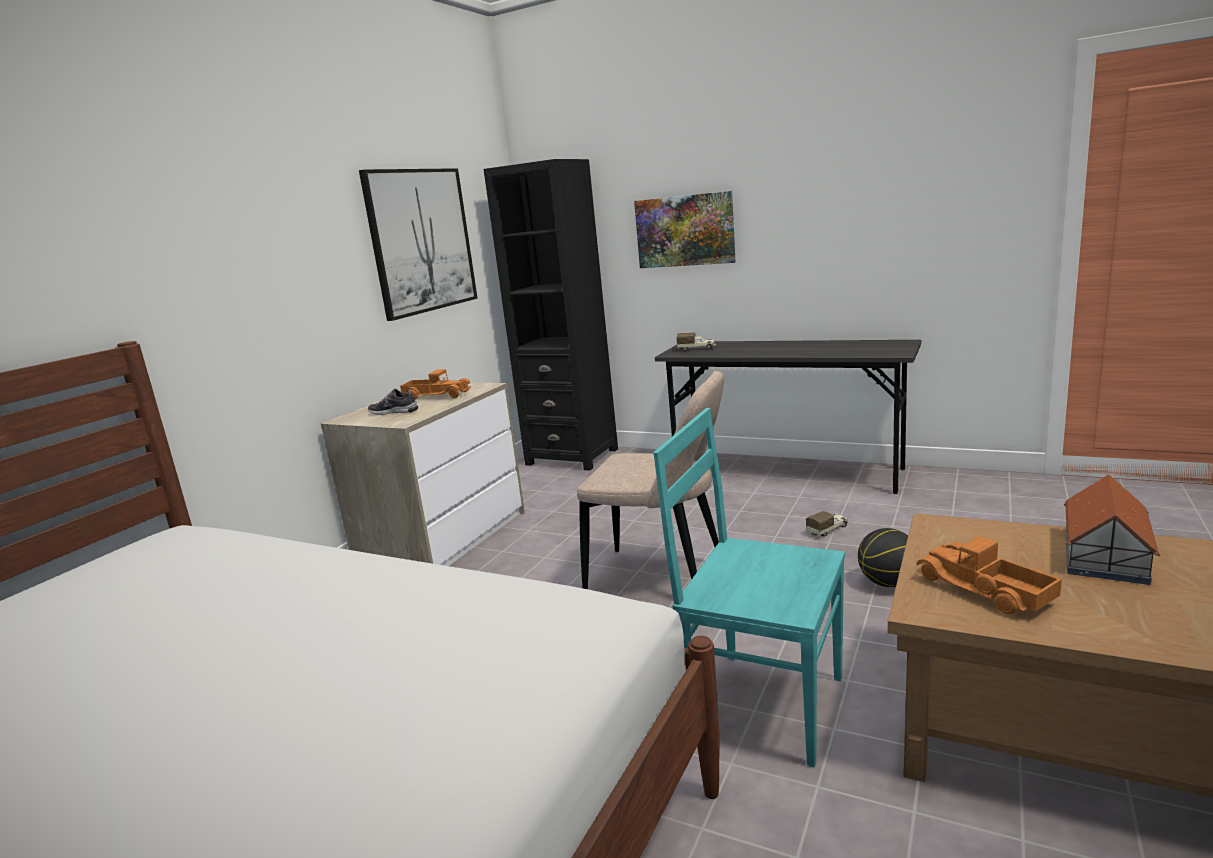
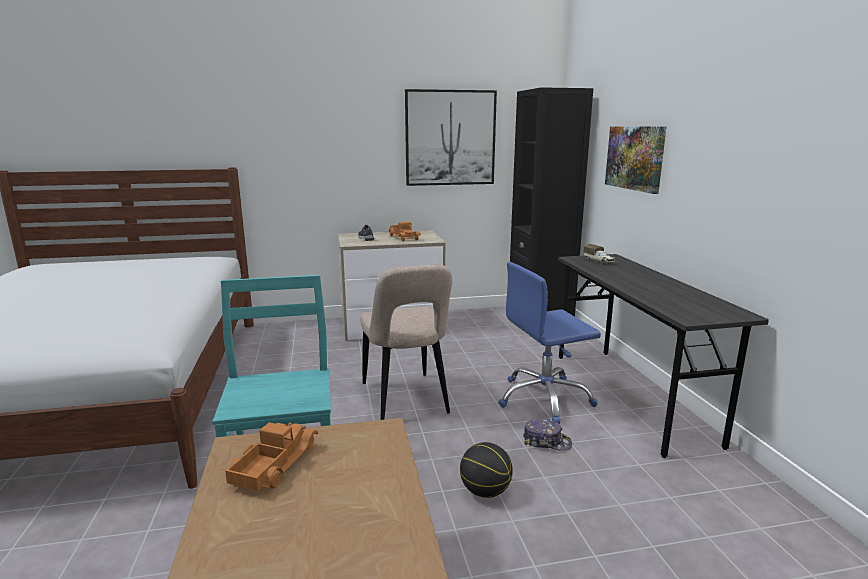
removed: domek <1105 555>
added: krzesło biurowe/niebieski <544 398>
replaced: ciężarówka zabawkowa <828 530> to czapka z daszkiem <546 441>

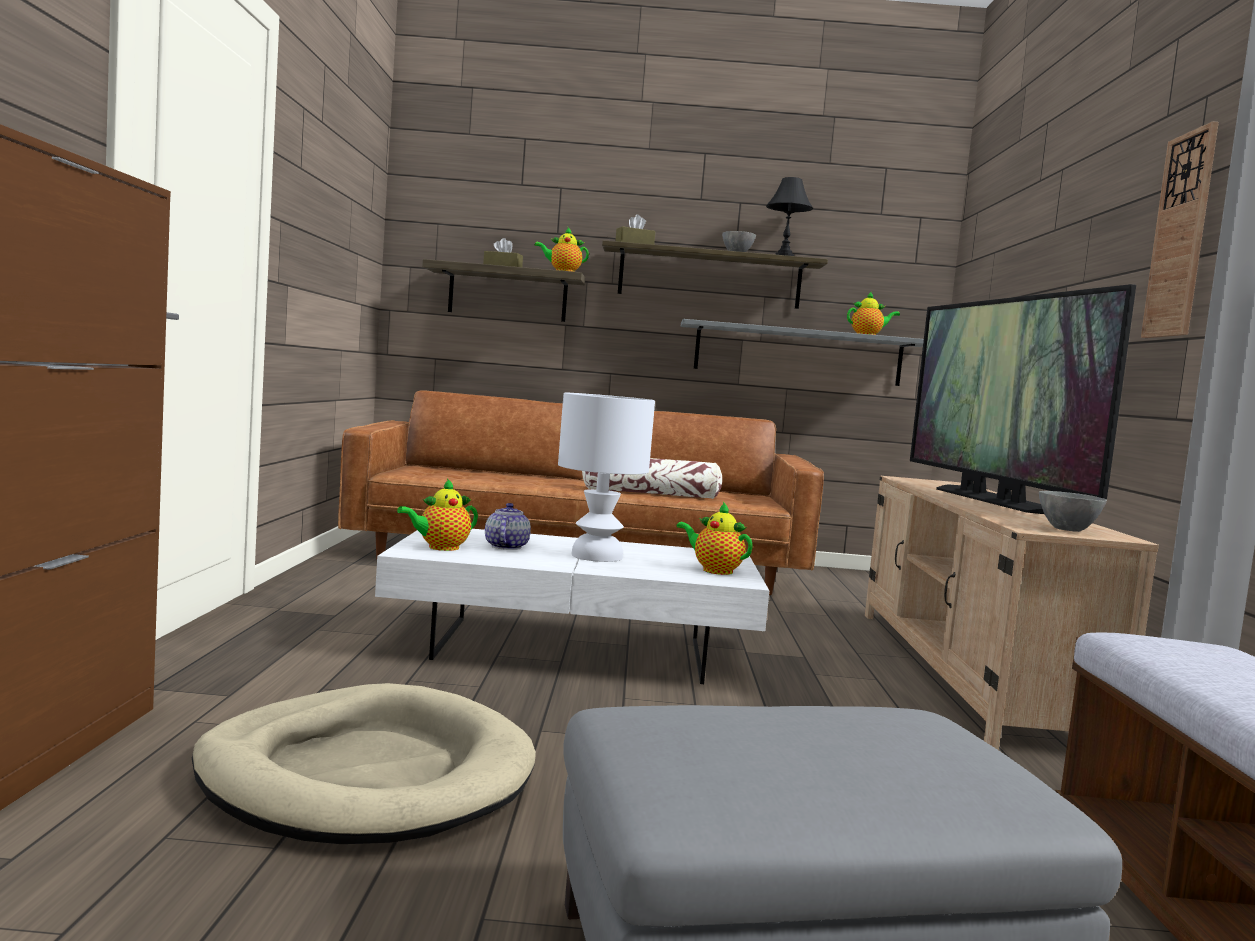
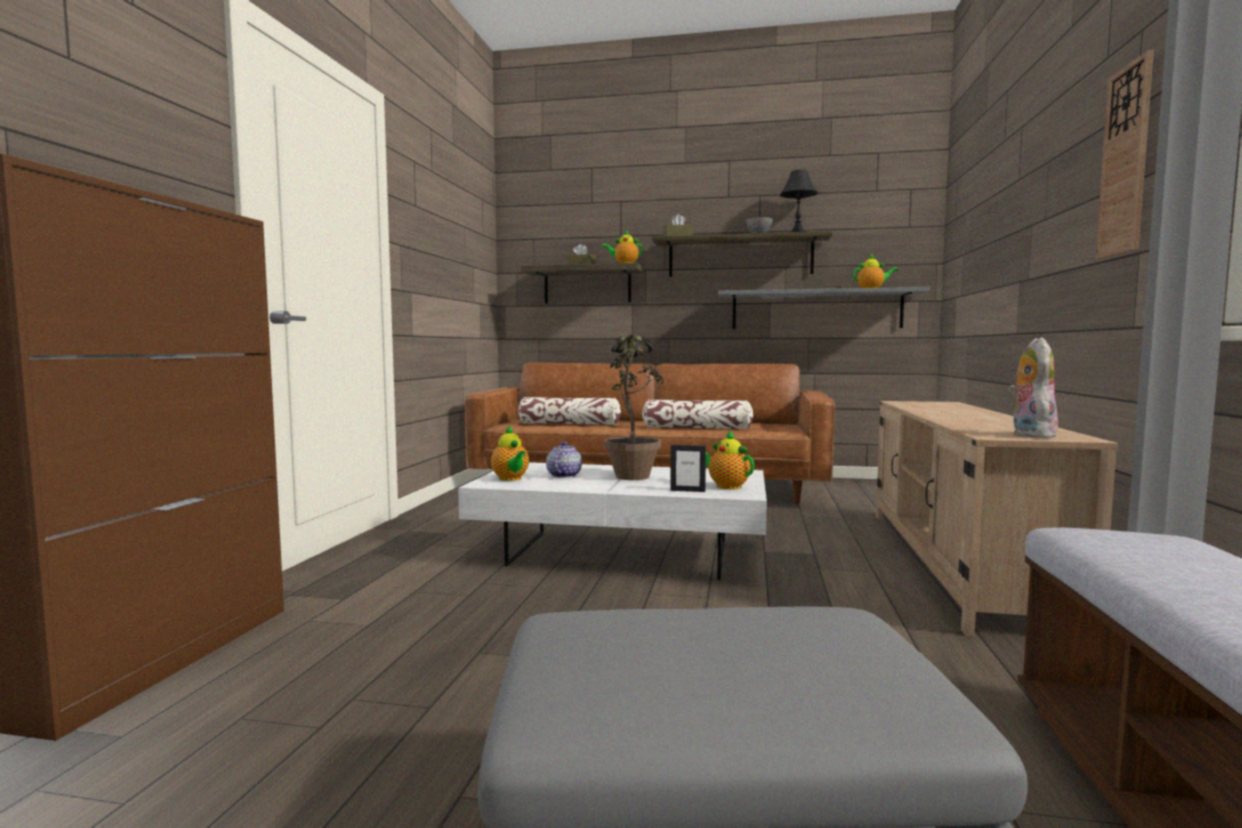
removed: legowisko/beżowy <367 775>; telewizor <992 500>
added: poduszka <569 424>; ramka na zdjęcie <687 490>
replaced: lampa stołowa/biały <595 556> to roślina doniczkowa <632 479>; miska/szary <1068 530> to pluszak <1029 435>
turned: imbryk <440 548> = <511 479> 90 degrees counterclockwise

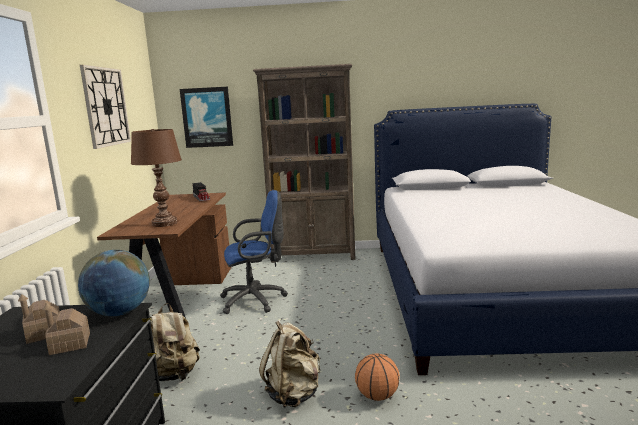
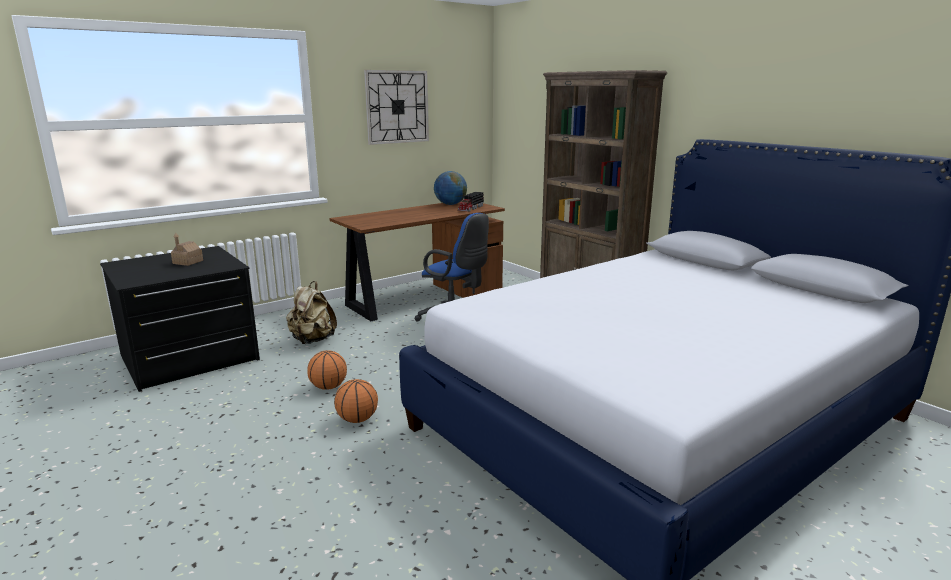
removed: domek <70 344>; lampa stołowa/brązowy <164 223>; obraz <207 117>
moved: globus <119 313> to <450 204>
replaced: plecak/beżowy <294 394> to piłka do koszykówki <328 387>

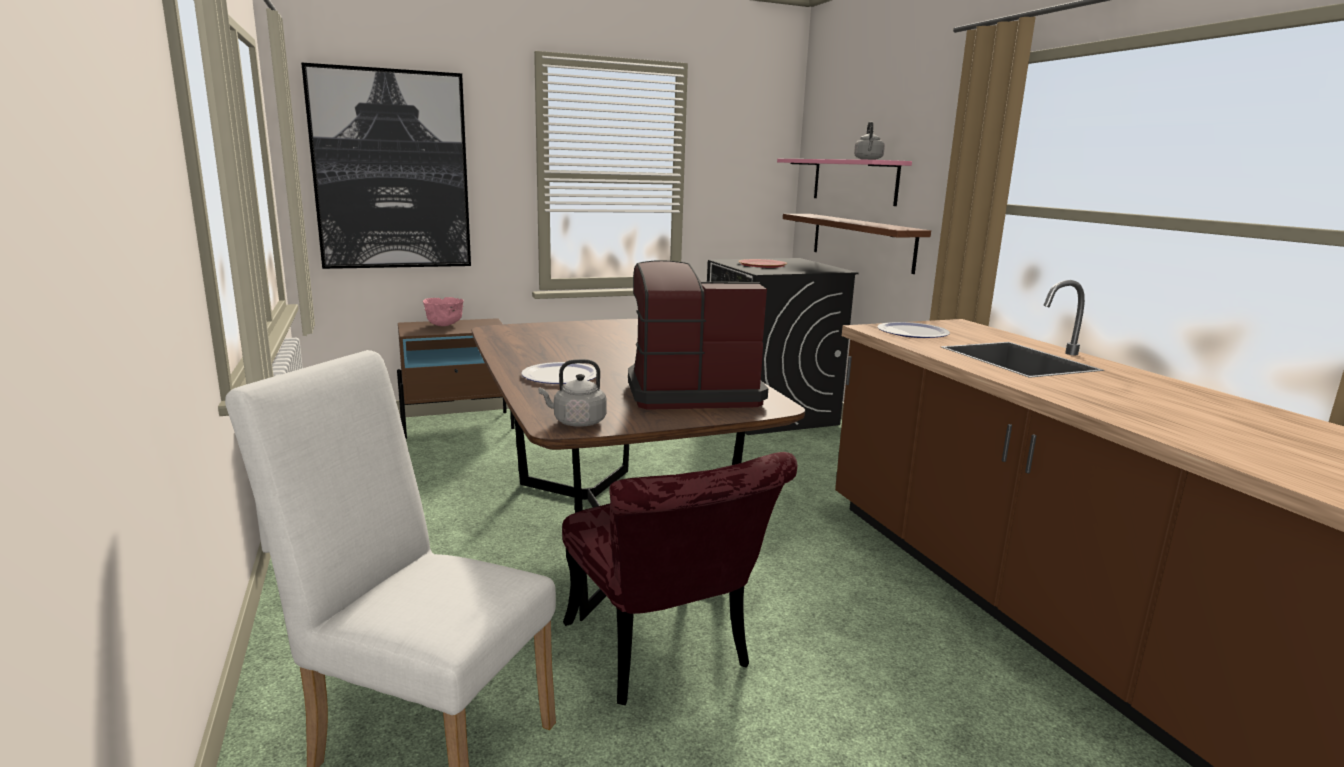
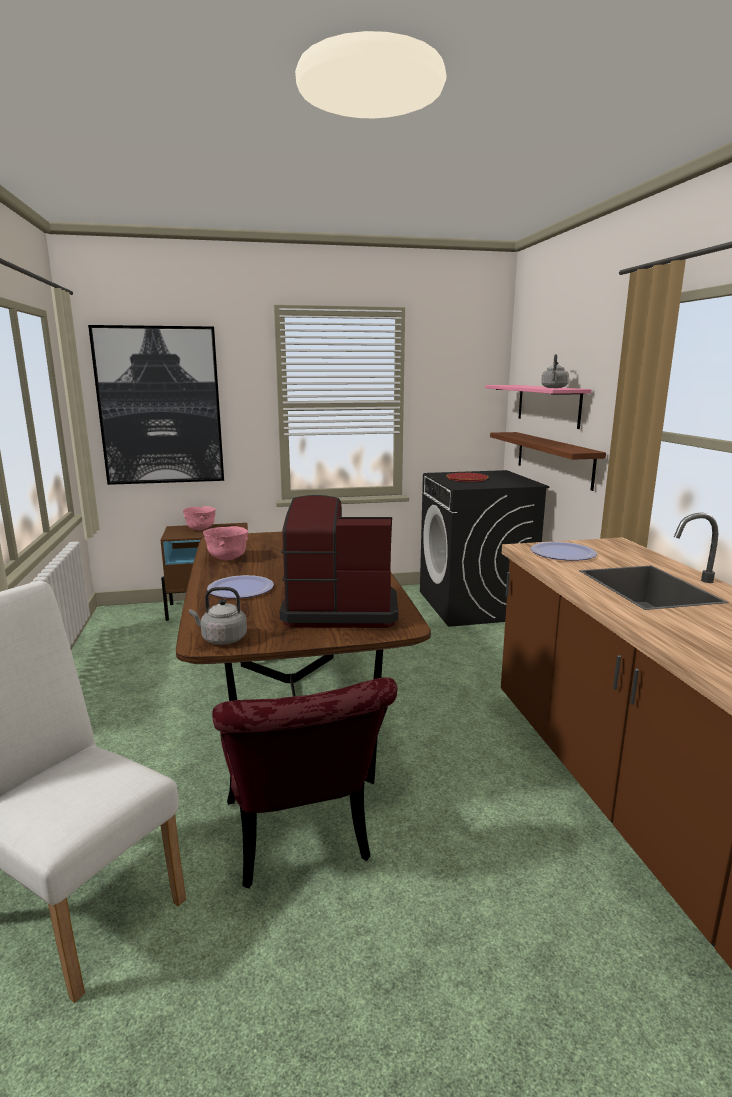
added: miska/różowy <227 558>

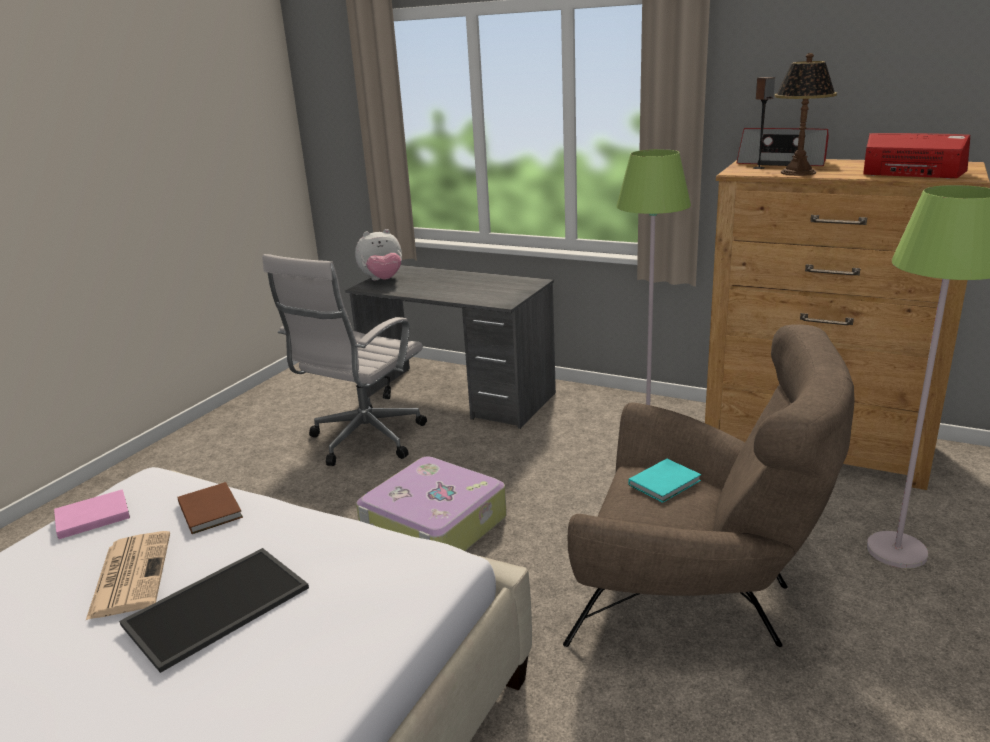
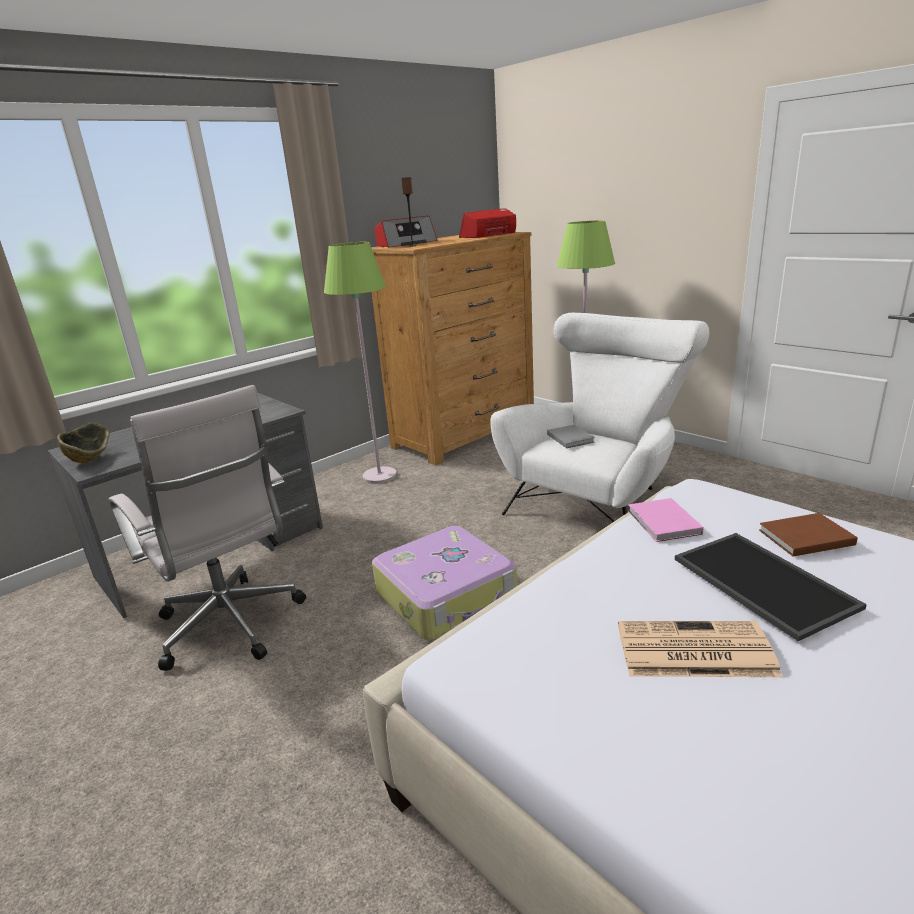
removed: lampa stołowa <797 172>
moved: książka/różowy <90 517> to <663 523>; książka/brązowy <211 509> to <803 537>
replaced: pluszak <382 280> to miska <90 459>
recoloured: fotel/brązowy <699 596> to fotel/biały <599 501>; książka/turkusowy <666 482> to książka/szary <570 438>

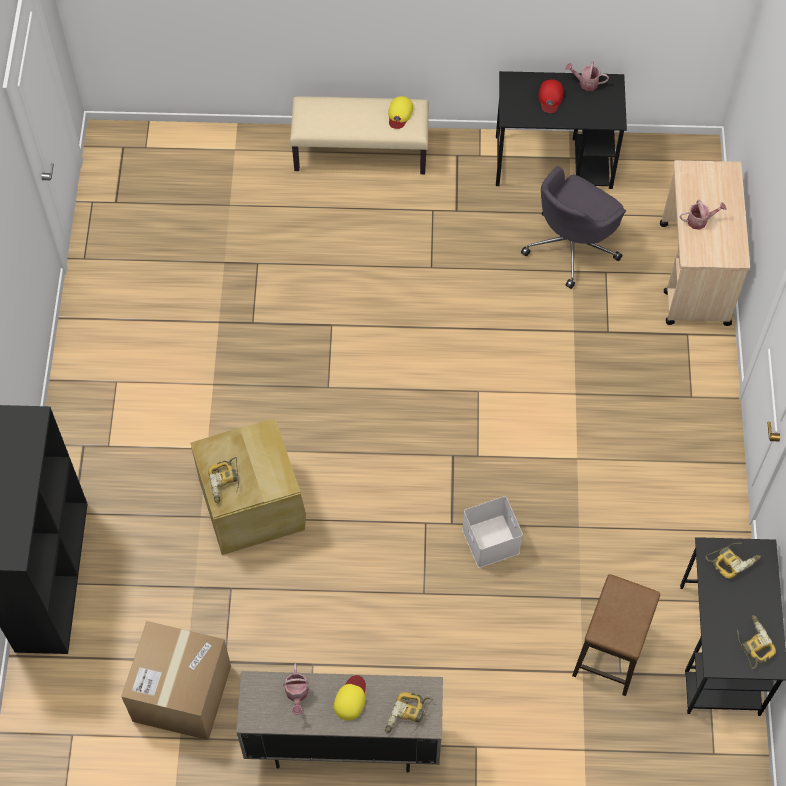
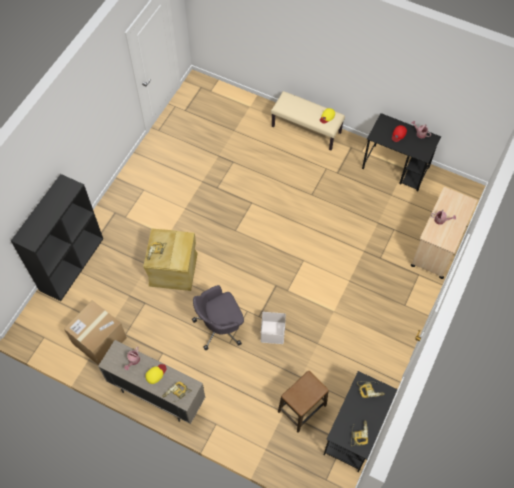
moved: krzesło biurowe/szary <572 246> to <220 327>

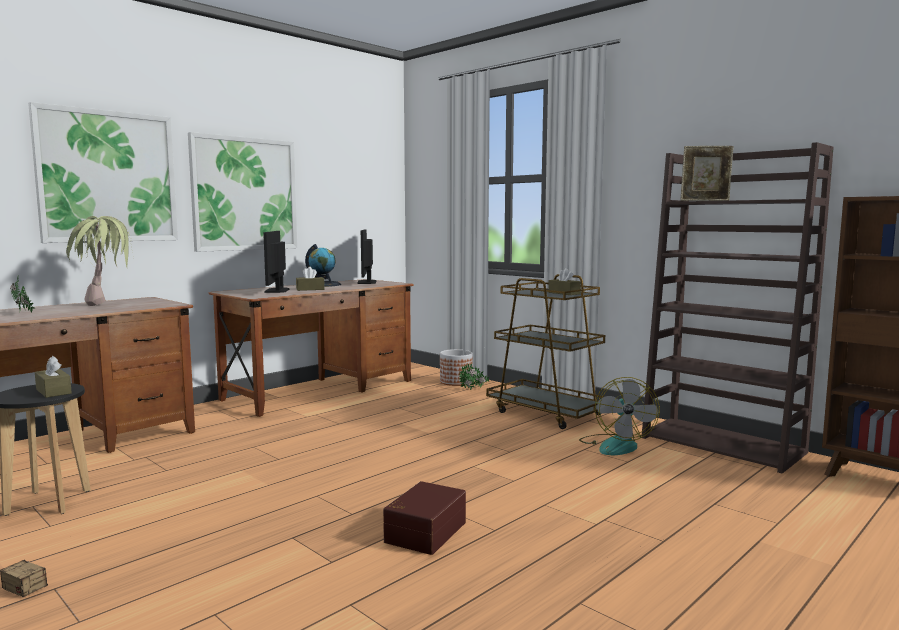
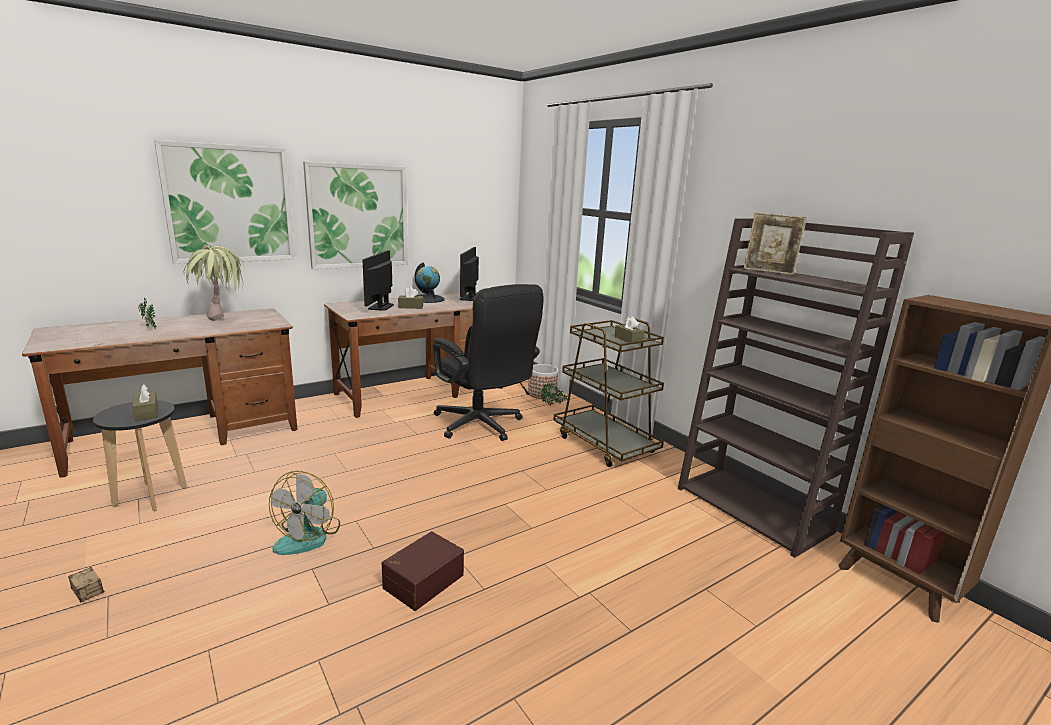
added: krzesło biurowe/czarny <482 426>
moved: wentylator <616 445> to <309 536>

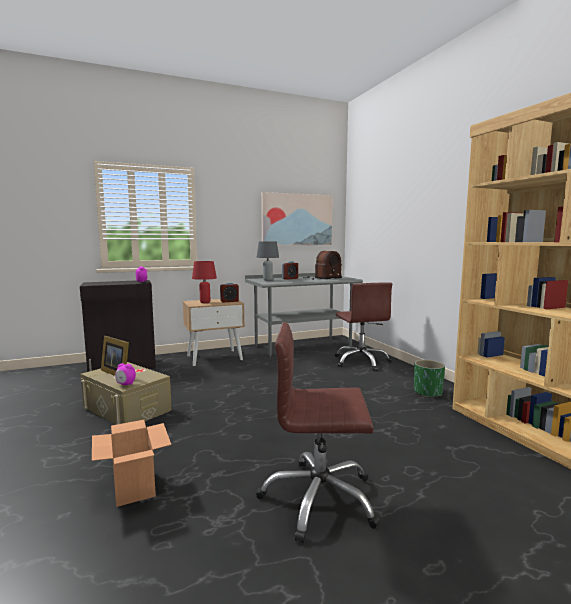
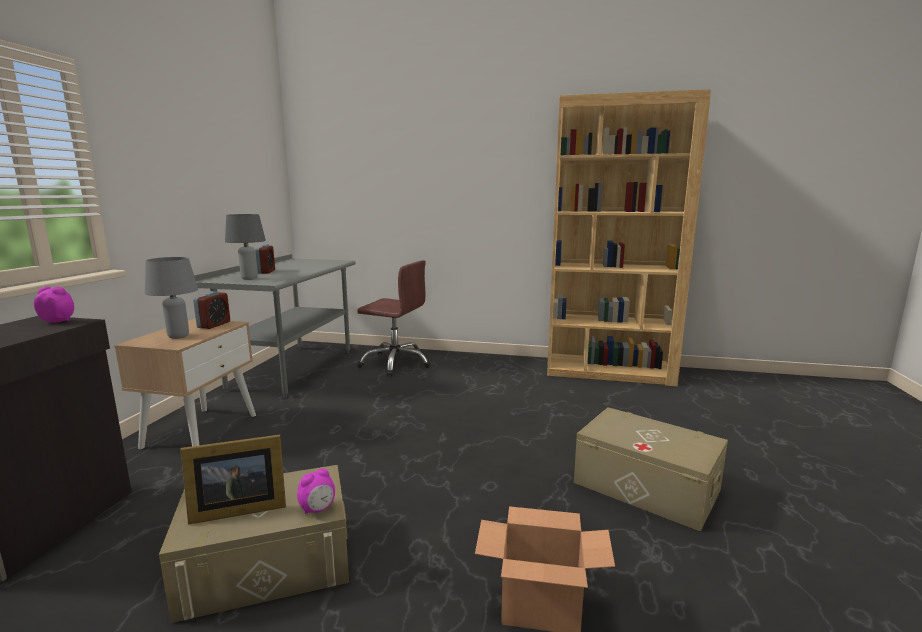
removed: obraz <297 219>; radio <321 278>; donica/zielony <428 392>
replaced: krzesło biurowe/brązowy <319 499> to pojemnik do przechowywania/beżowy <645 486>
recoloured: lampa stołowa/czerwony <205 302> to lampa stołowa/szary <178 336>

